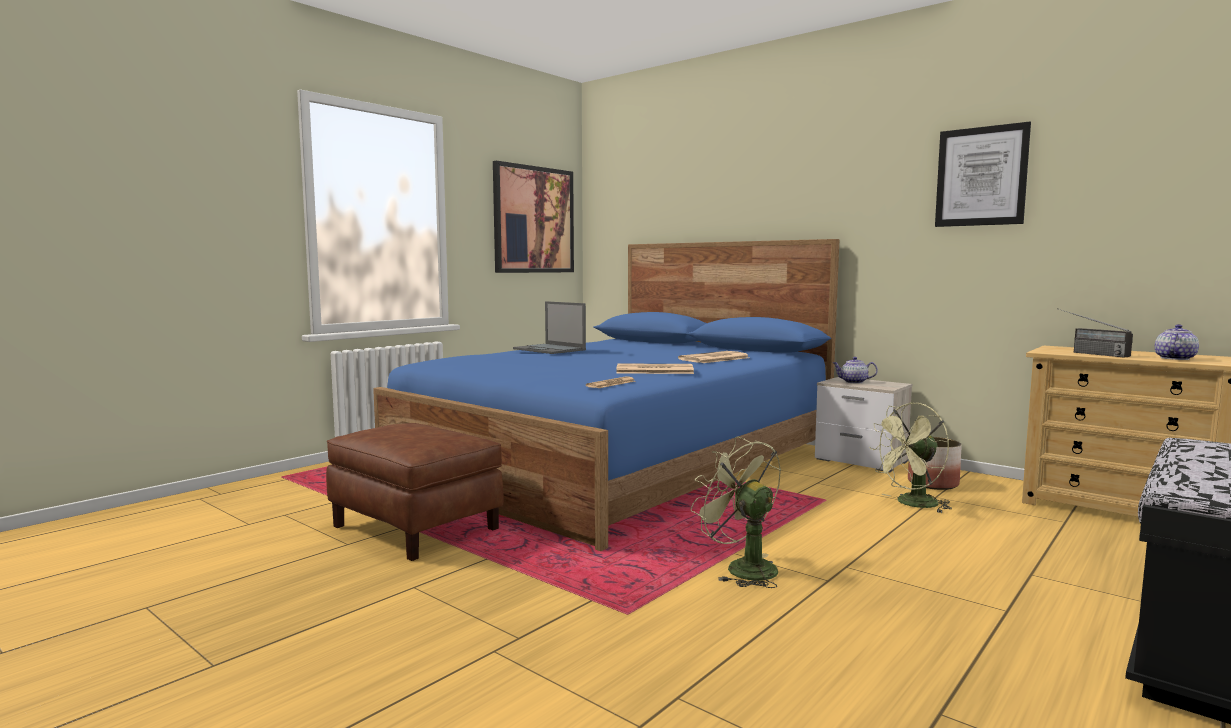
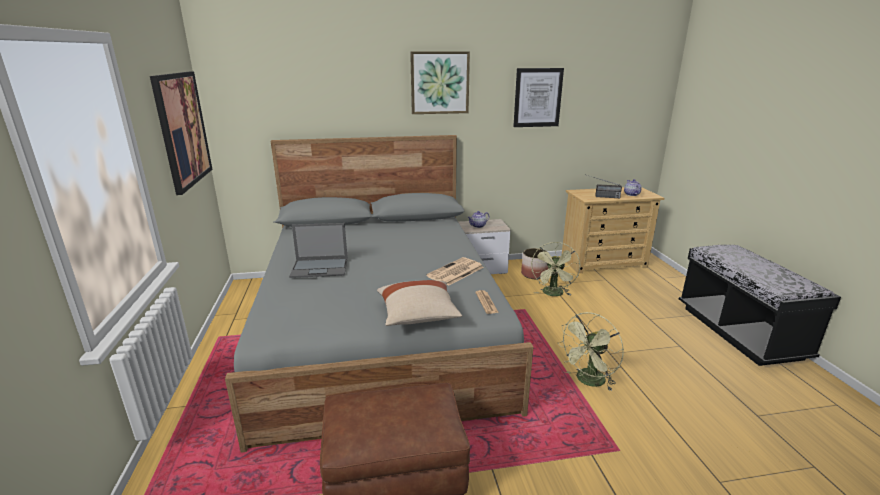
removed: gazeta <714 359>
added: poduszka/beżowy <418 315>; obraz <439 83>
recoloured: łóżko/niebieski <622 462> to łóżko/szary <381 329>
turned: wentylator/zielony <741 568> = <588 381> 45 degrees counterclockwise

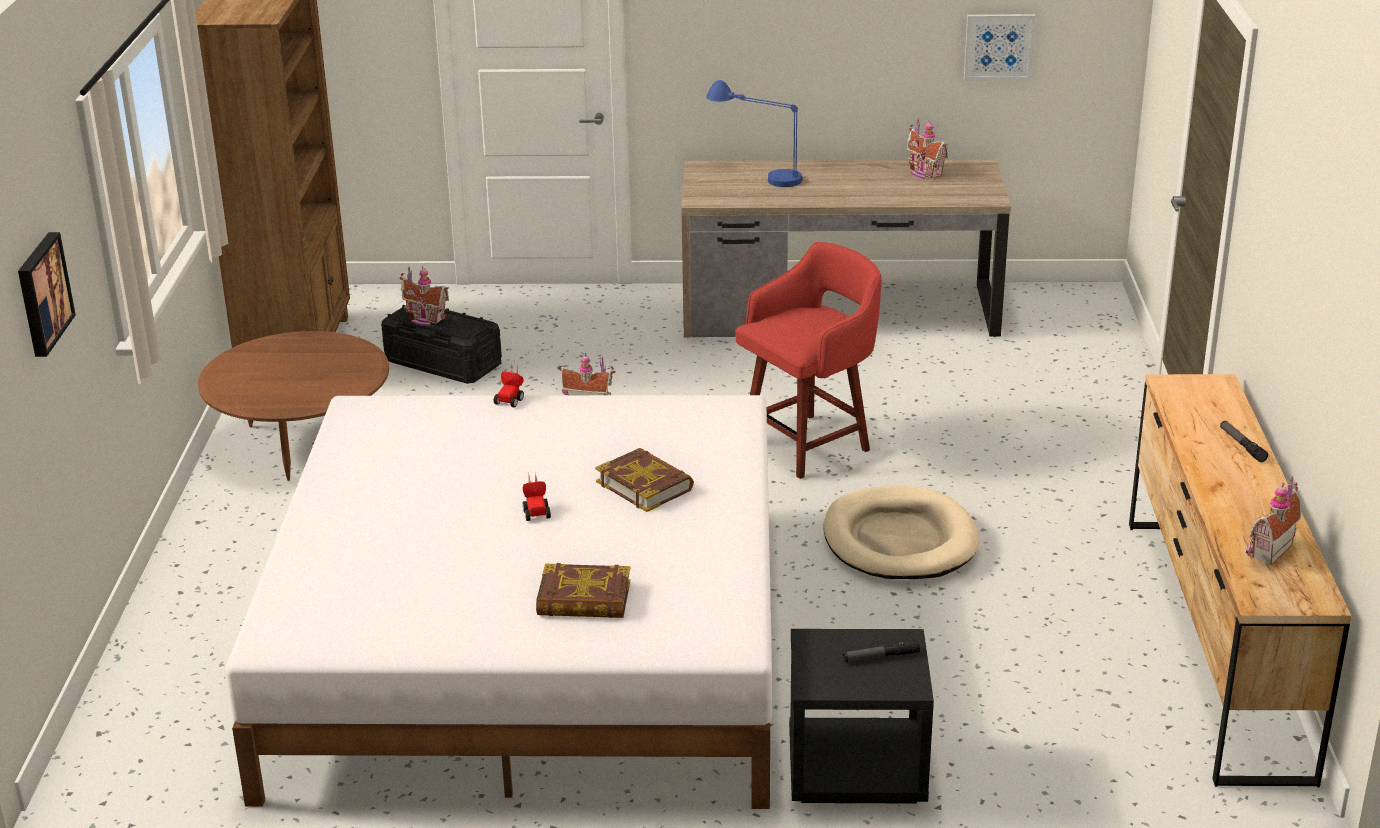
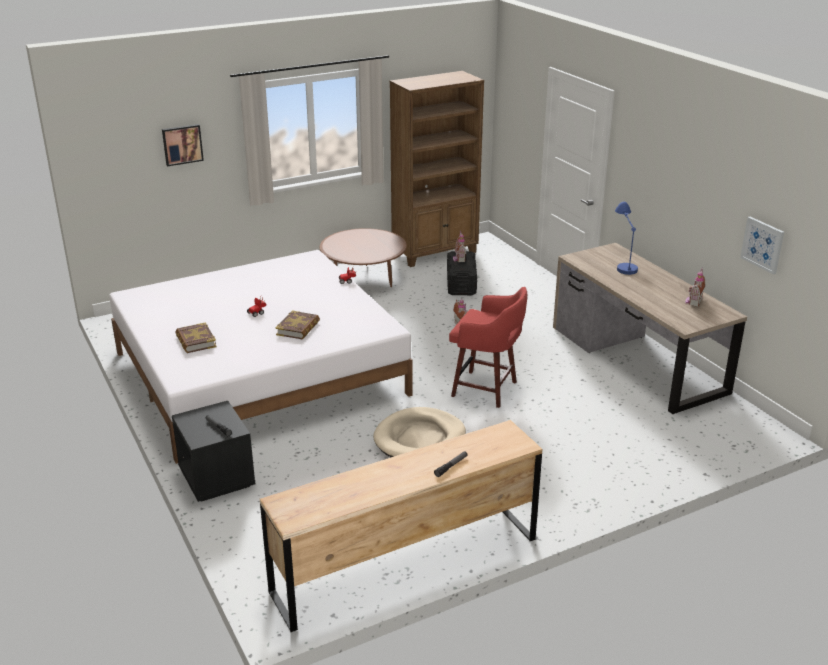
removed: domek <1267 550>

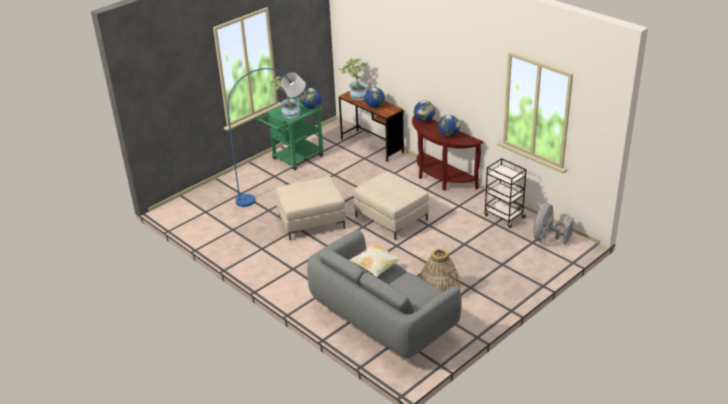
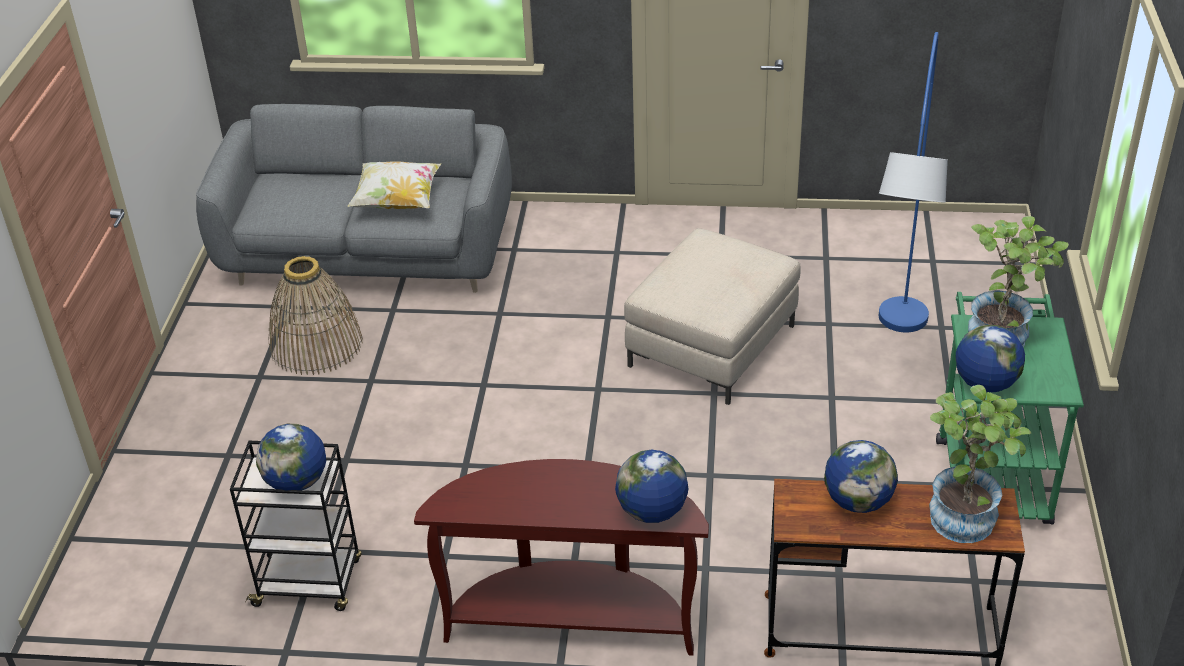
removed: pufa/beżowy <391 218>; wentylator/szary <547 238>
moved: globus <448 135> to <296 482>

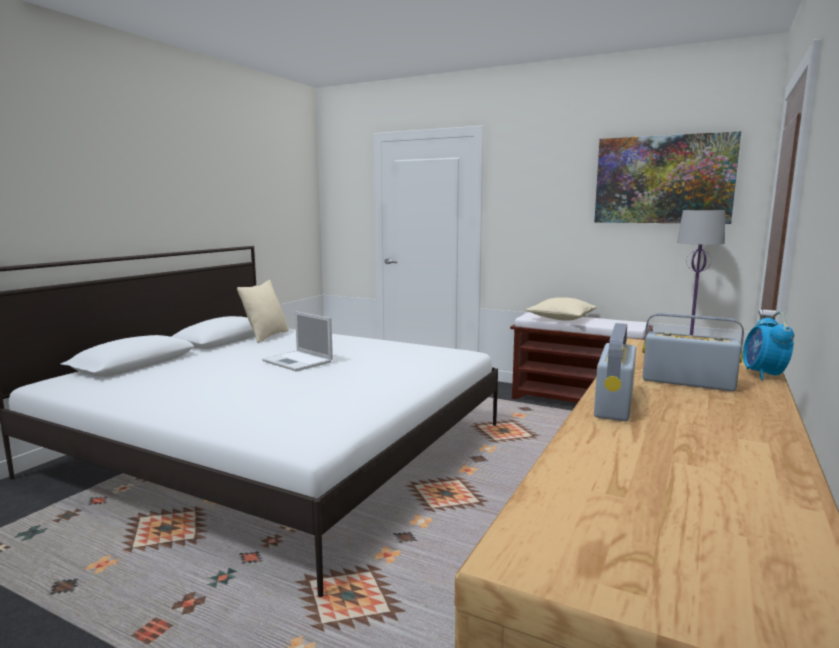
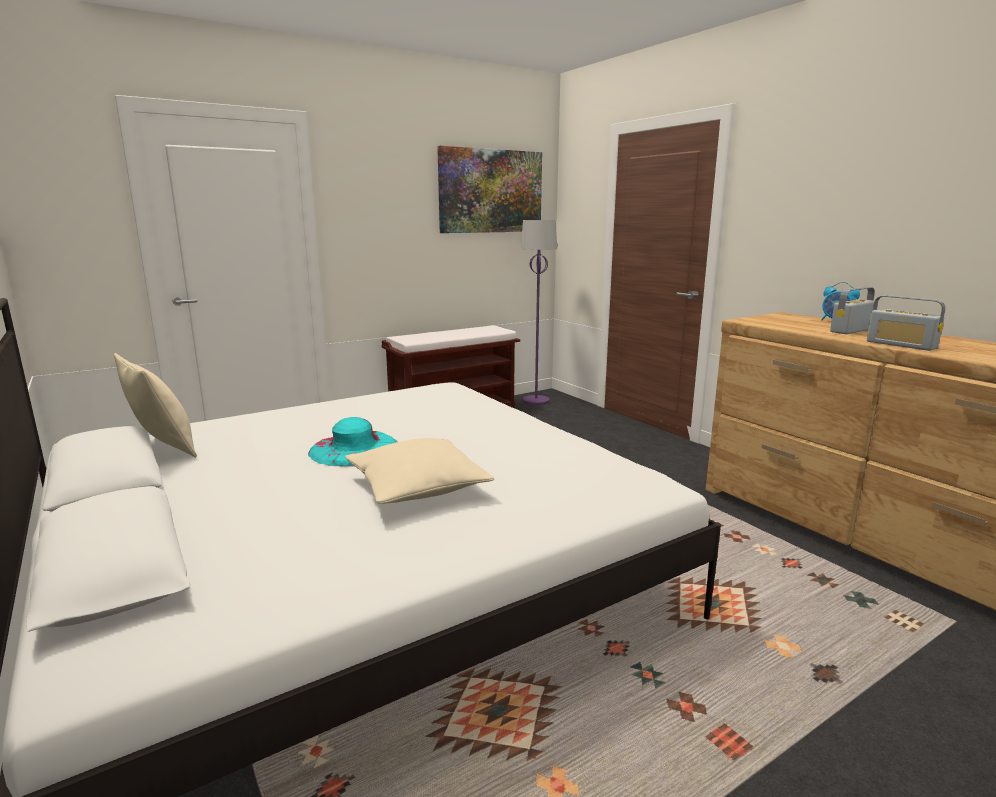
moved: poduszka/beżowy <561 318> to <417 487>
replaced: laptop <298 361> to kapelusz/turkusowy <354 449>

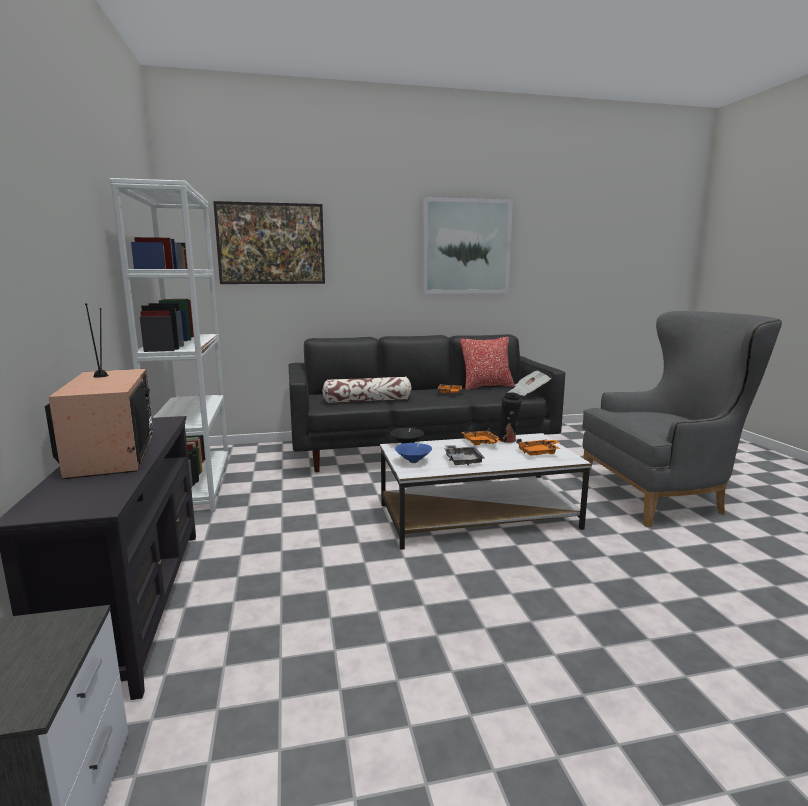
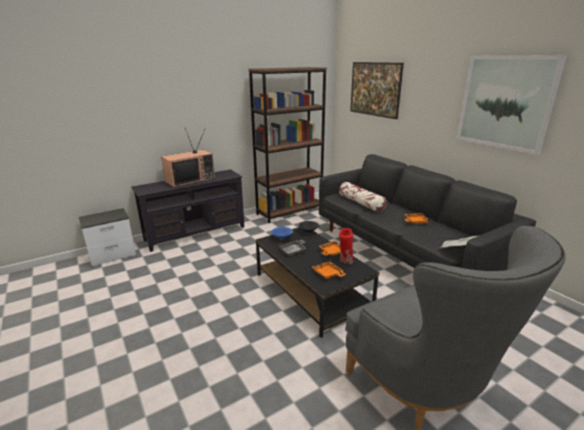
removed: poduszka <486 387>
recoloured: regał/biały <195 486> to regał/brązowy <289 211>; ława/biały <479 516> to ława/czarny <312 292>; wazon/czarny <508 440> to wazon/czerwony <345 261>

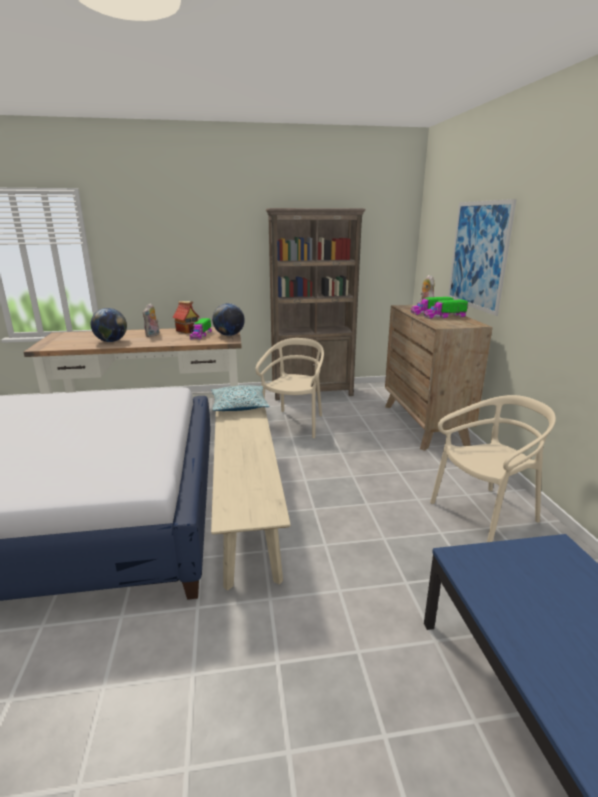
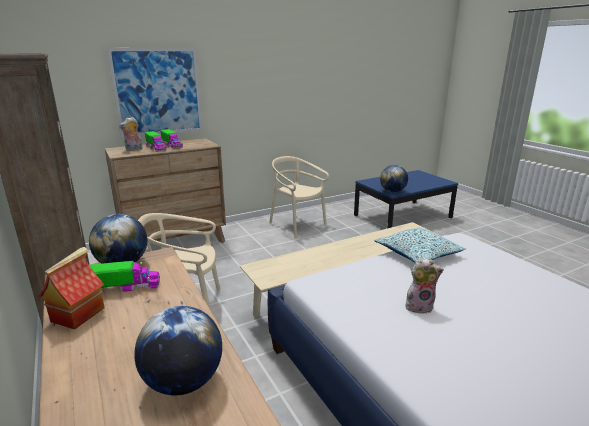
added: globus <392 191>
moved: pluszak <153 335> to <419 306>; poduszka <239 406> to <418 254>

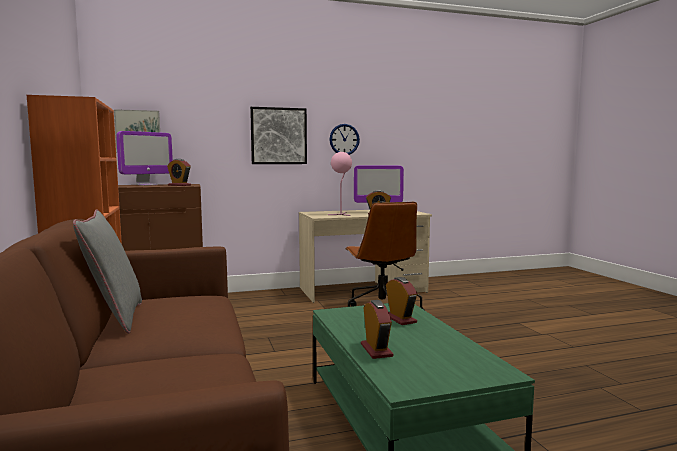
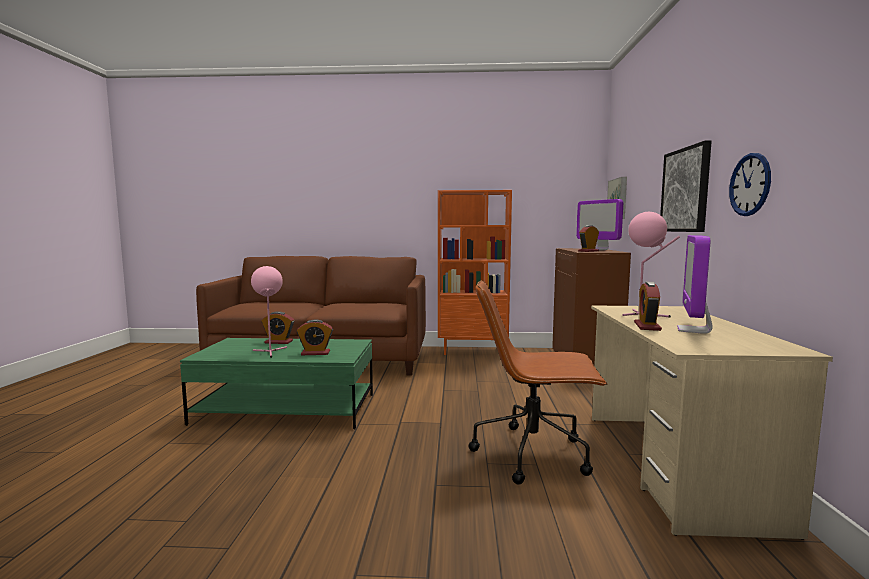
removed: poduszka/szary <115 318>
added: lampa stołowa/różowy <270 352>

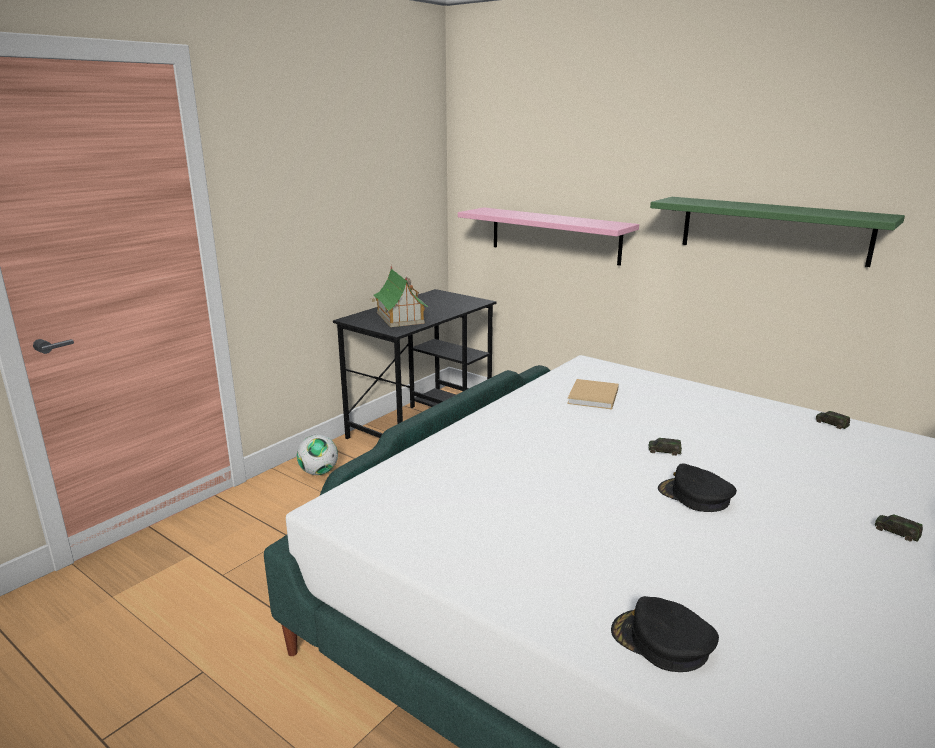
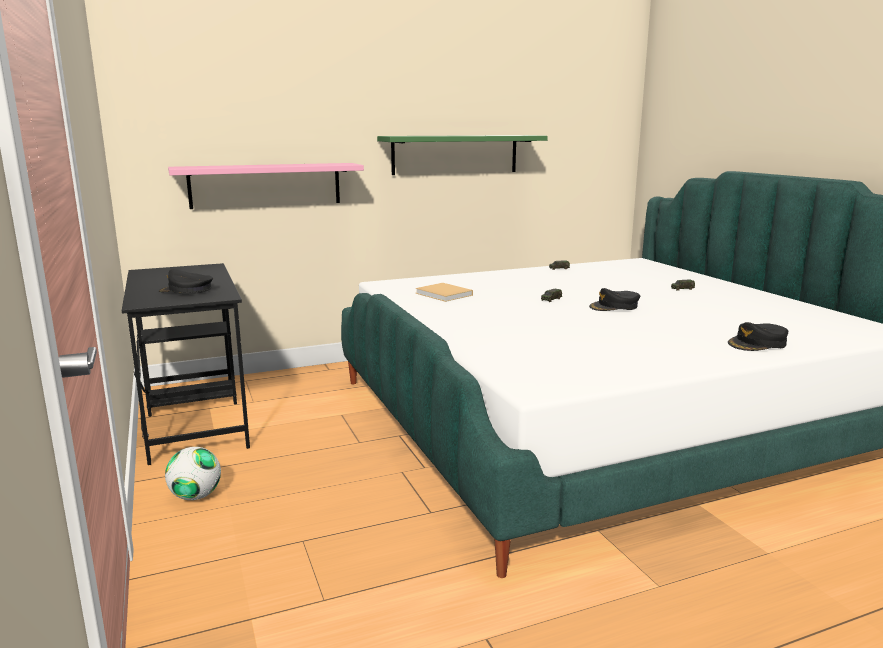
replaced: domek <400 317> to czapka z daszkiem/czarny <186 290>

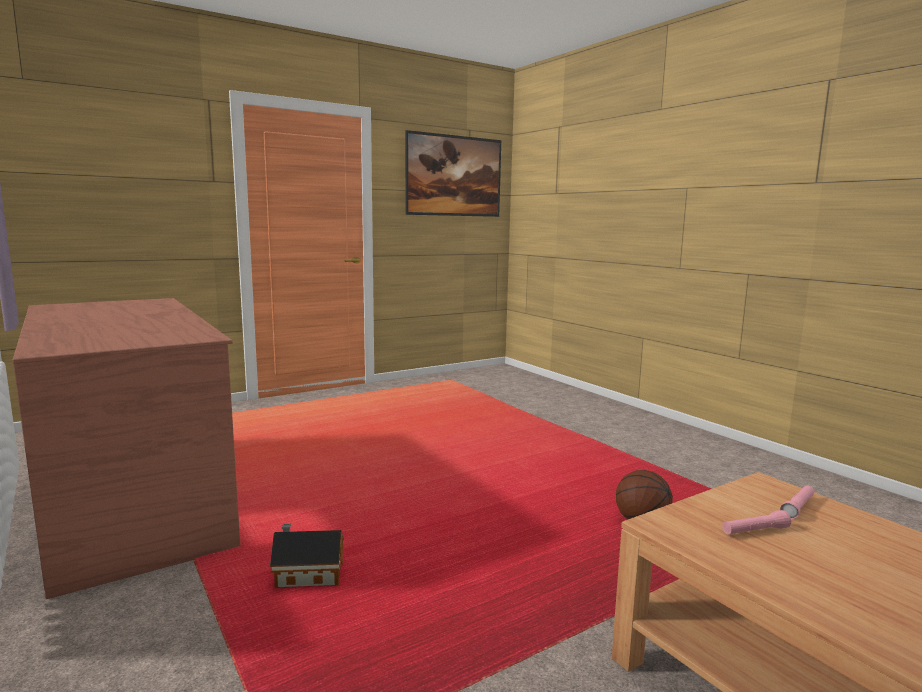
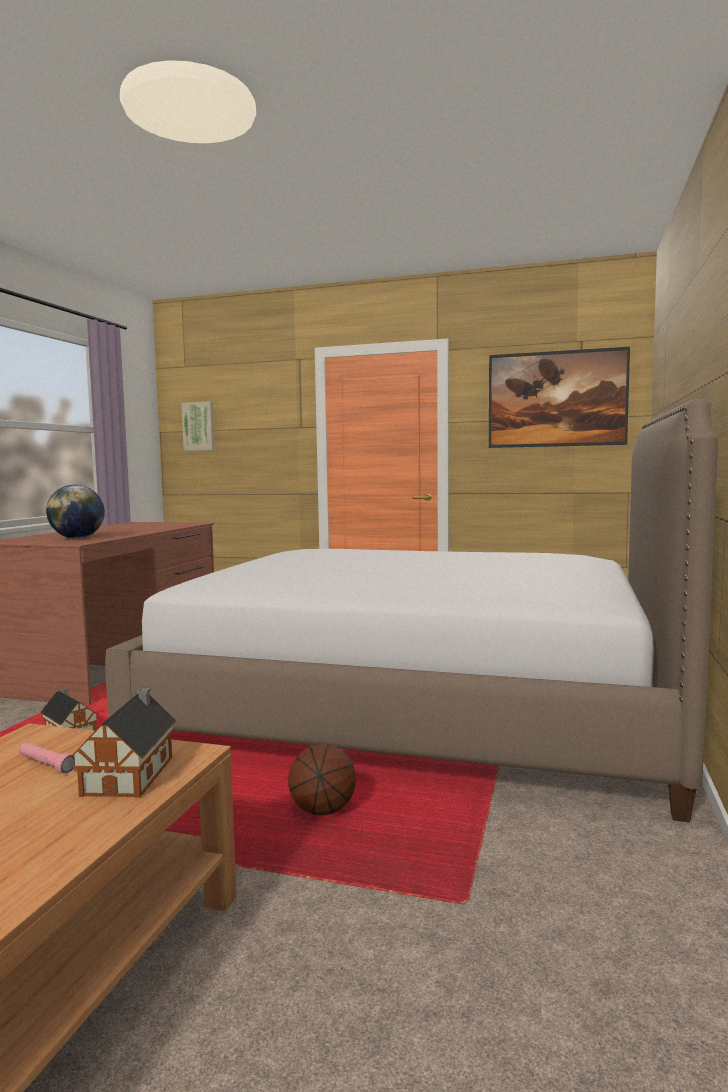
added: globus <77 538>; łóżko <417 712>; obraz <199 426>
replaced: latarka/różowy <798 508> to domek <131 773>

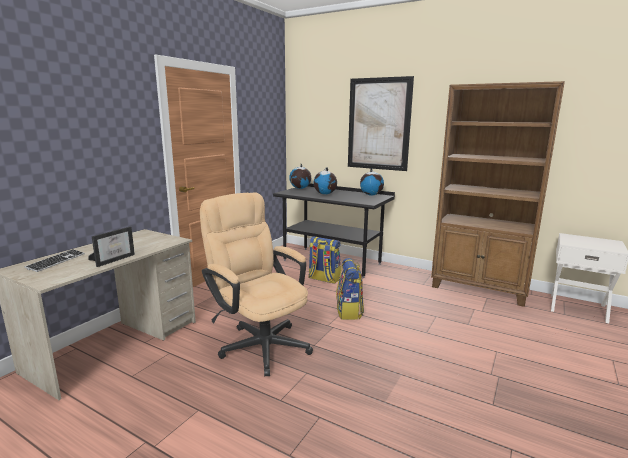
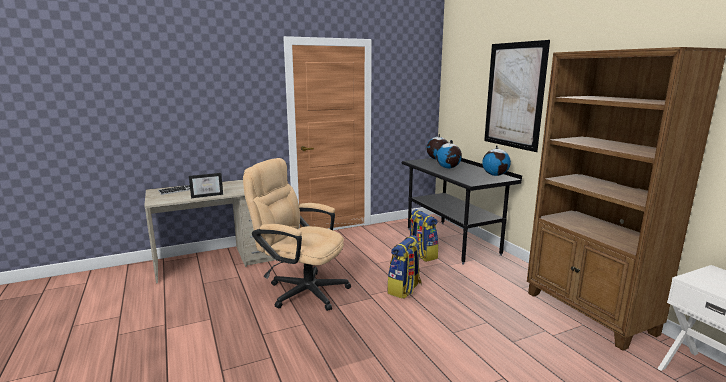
turned: krzesło biurowe/beżowy <259 343> = <301 290> 60 degrees counterclockwise

